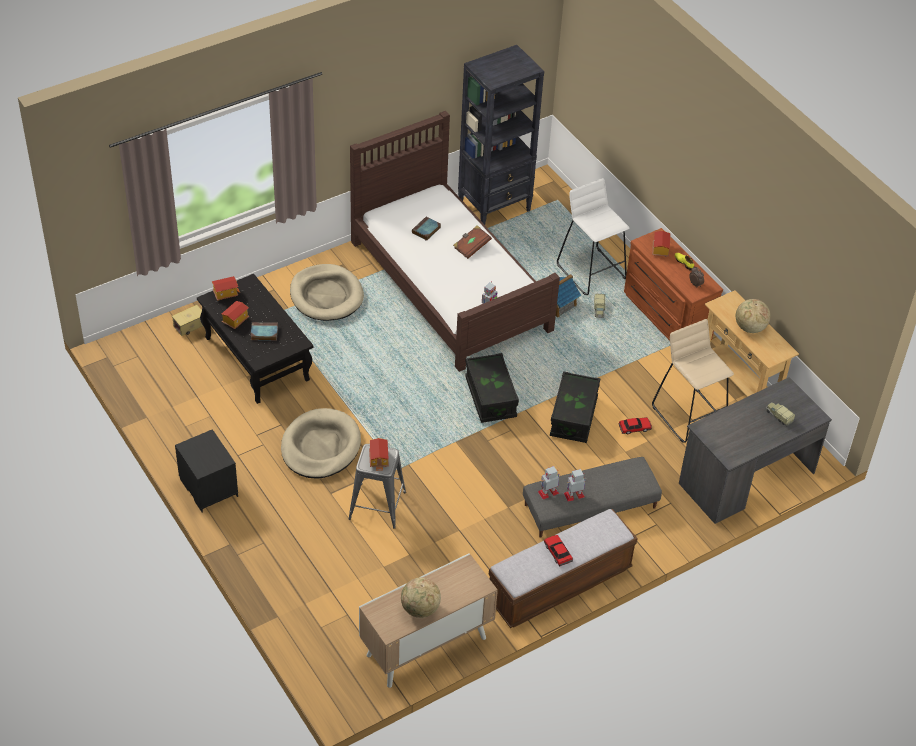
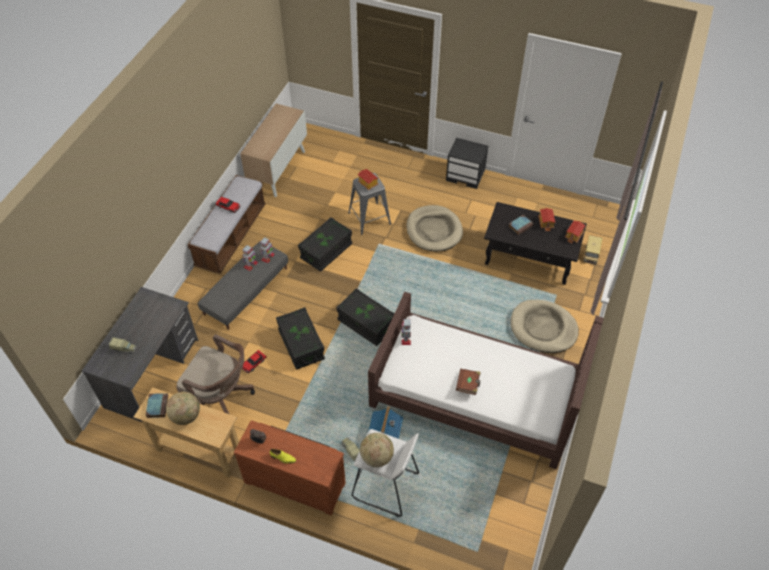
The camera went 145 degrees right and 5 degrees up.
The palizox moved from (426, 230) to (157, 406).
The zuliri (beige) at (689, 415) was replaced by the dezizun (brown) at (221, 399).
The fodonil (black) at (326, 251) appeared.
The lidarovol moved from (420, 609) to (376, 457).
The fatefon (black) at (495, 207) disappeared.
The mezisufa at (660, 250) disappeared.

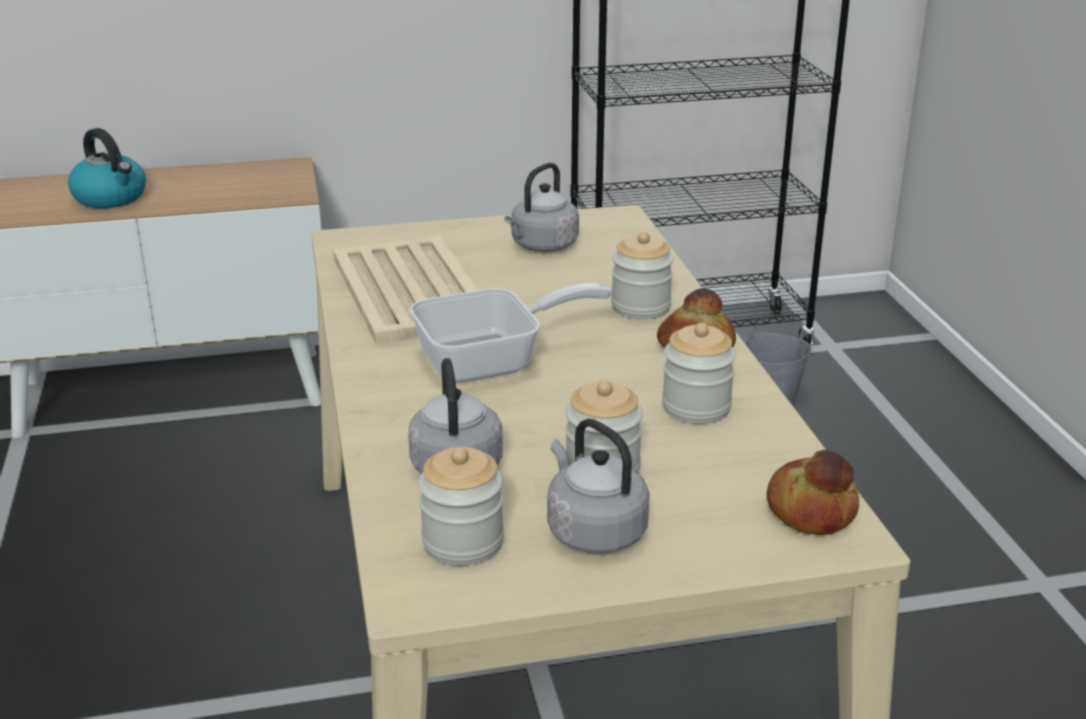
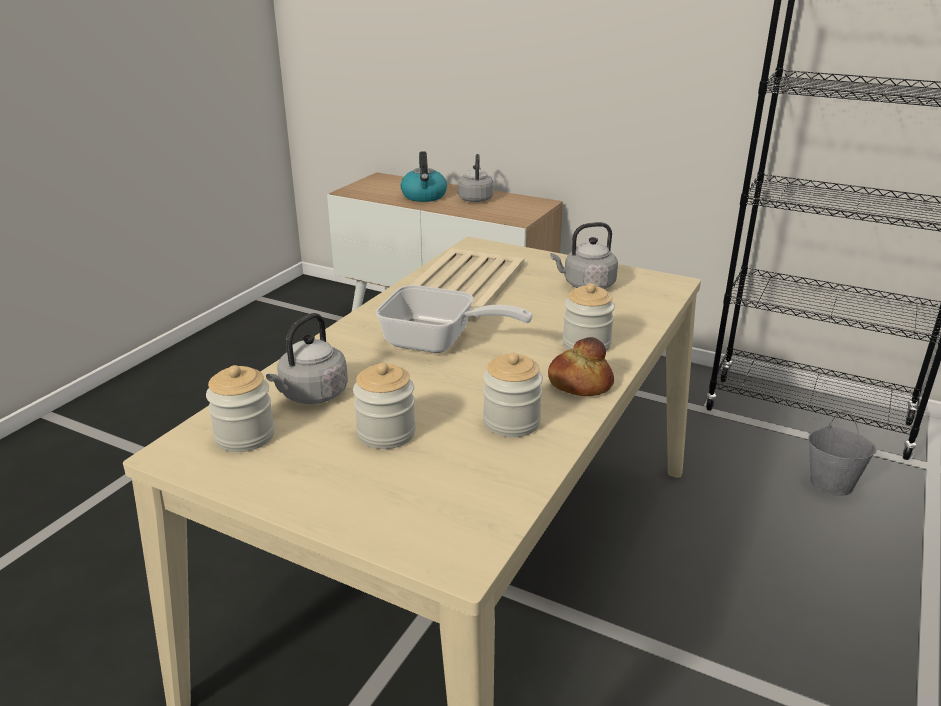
The camera went 40 degrees right and 0 degrees up.
The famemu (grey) moved from (593, 531) to (475, 199).
The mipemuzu at (812, 510) disappeared.

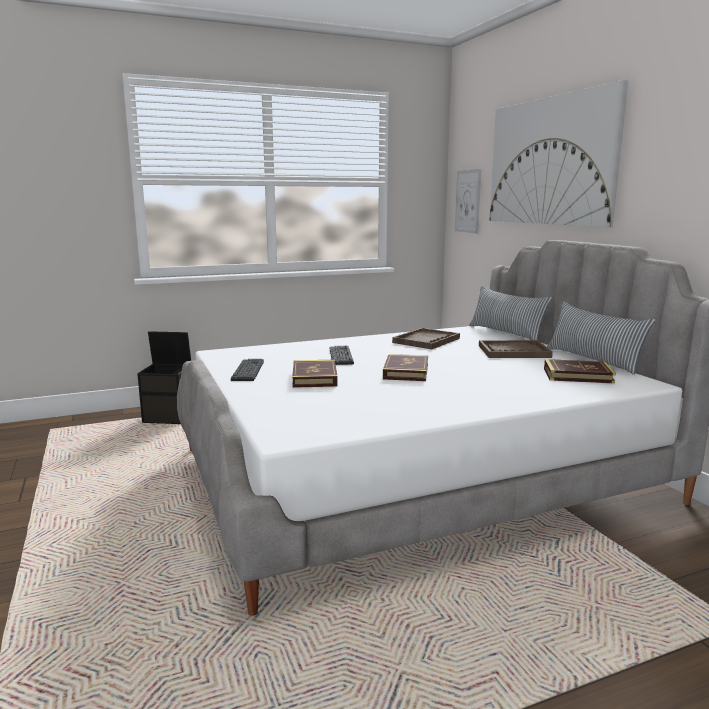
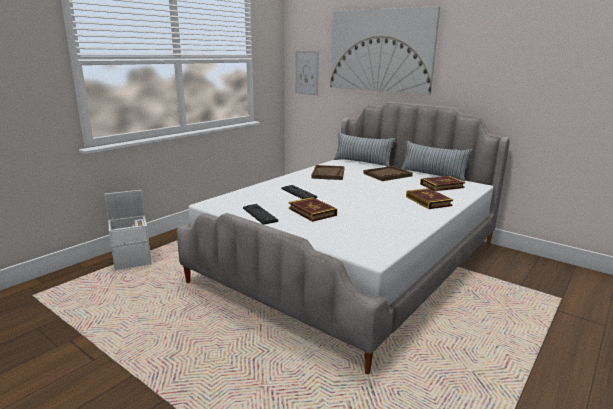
The camera went 30 degrees left and 5 degrees up.
The fodonil (black) at (170, 417) became the fodonil (white) at (133, 261).
The palizox moved from (406, 371) to (428, 201).

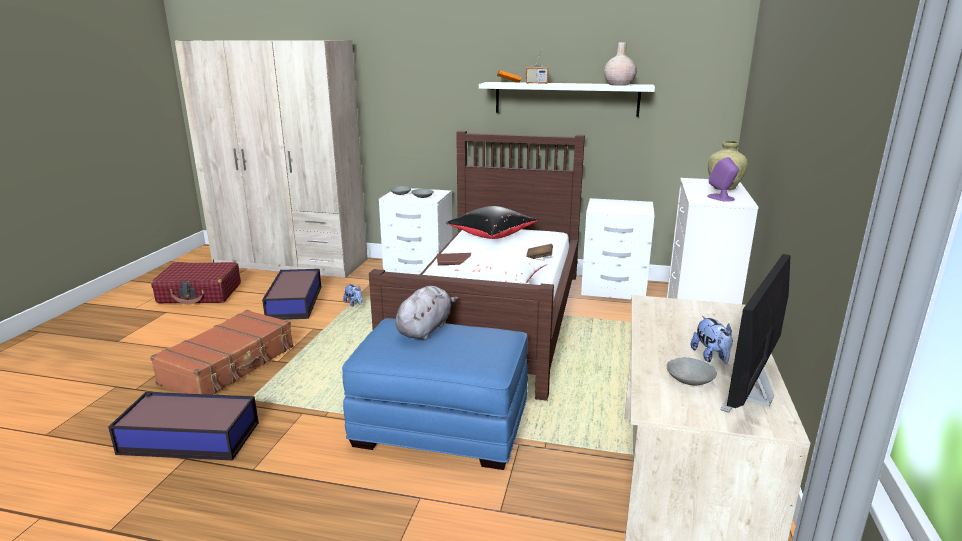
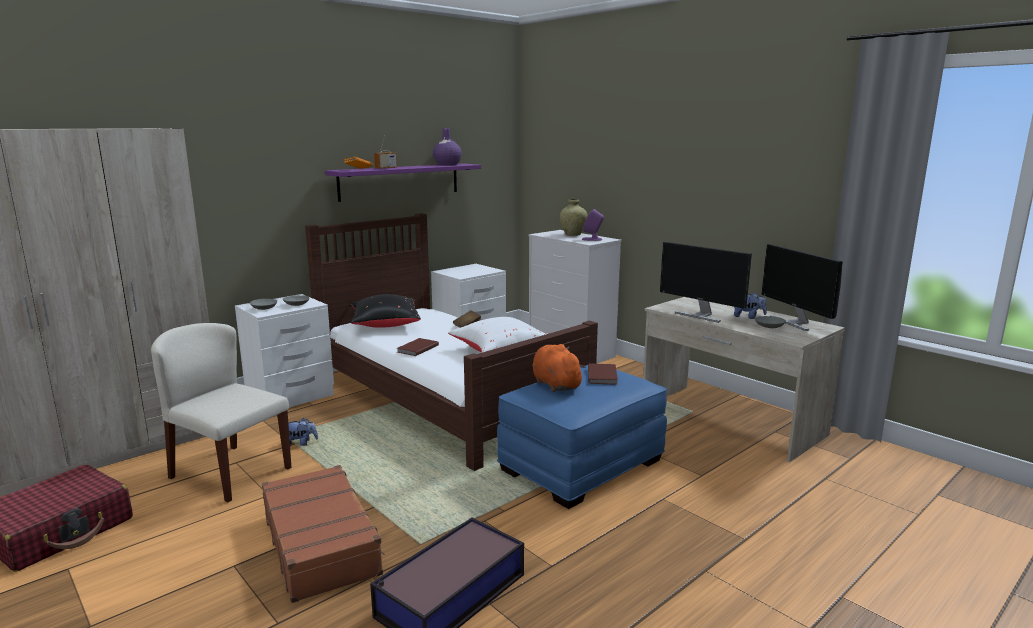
The camera went 55 degrees left and 5 degrees down.
The fodonil at (295, 302) was replaced by the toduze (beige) at (230, 472).
The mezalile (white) at (566, 99) became the mezalile (purple) at (400, 181).
The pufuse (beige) at (618, 84) became the pufuse (purple) at (447, 165).
The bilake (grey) at (425, 329) became the bilake (orange) at (555, 384).
The palizox (brown) at (603, 375) appeared.
The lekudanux at (700, 315) appeared.

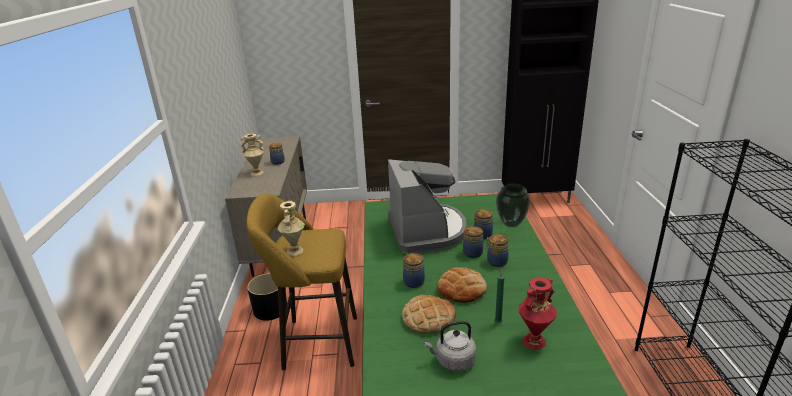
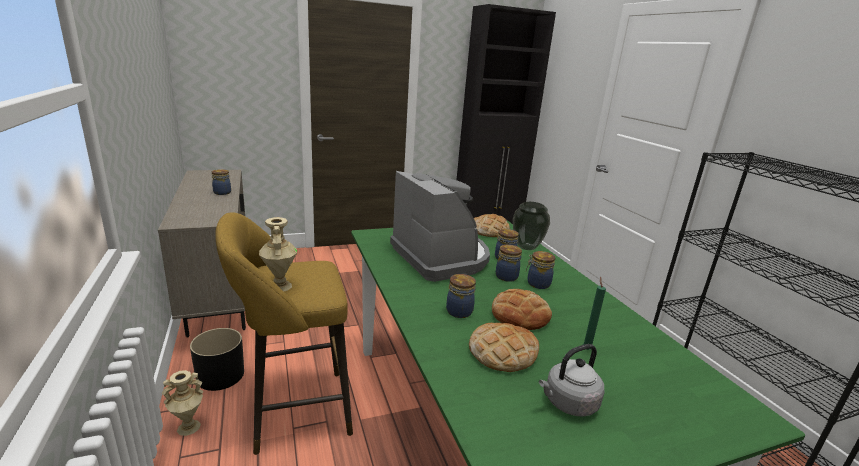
The camera went 20 degrees left and 5 degrees down.
The pufuse (beige) moved from (256, 173) to (188, 428).
The mipemuzu at (489, 230) appeared.
The pufuse (red) at (534, 341) disappeared.

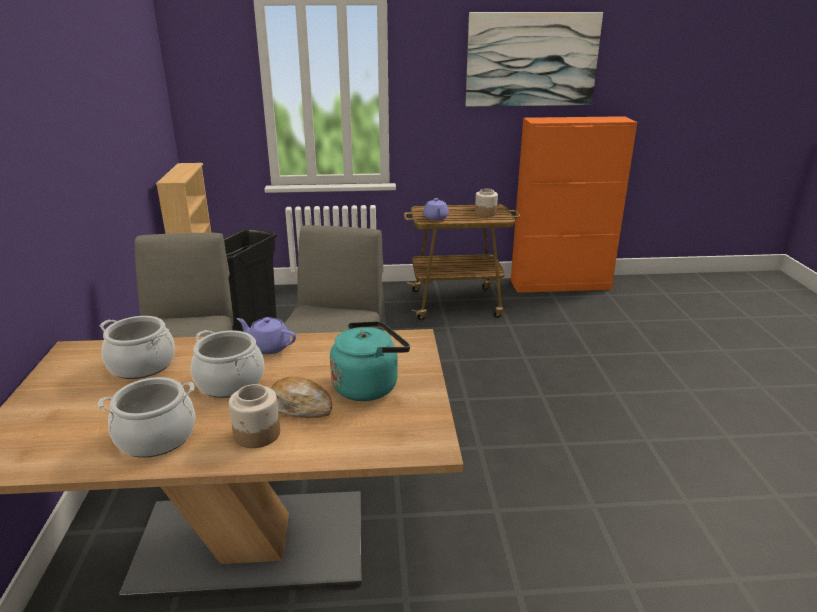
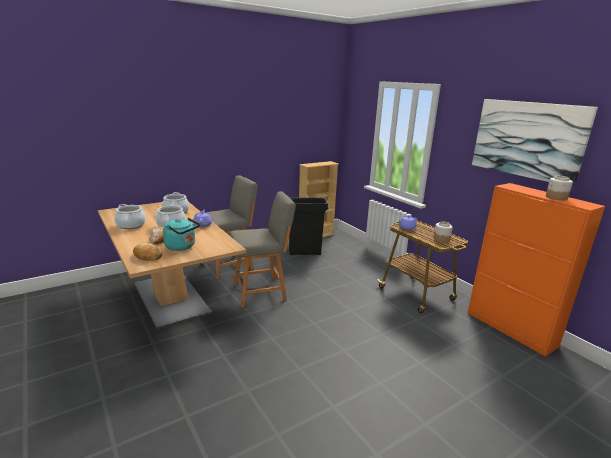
The camera went 60 degrees right and 5 degrees down.
The mipemuzu at (147, 256) appeared.
The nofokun moved from (257, 434) to (556, 197).

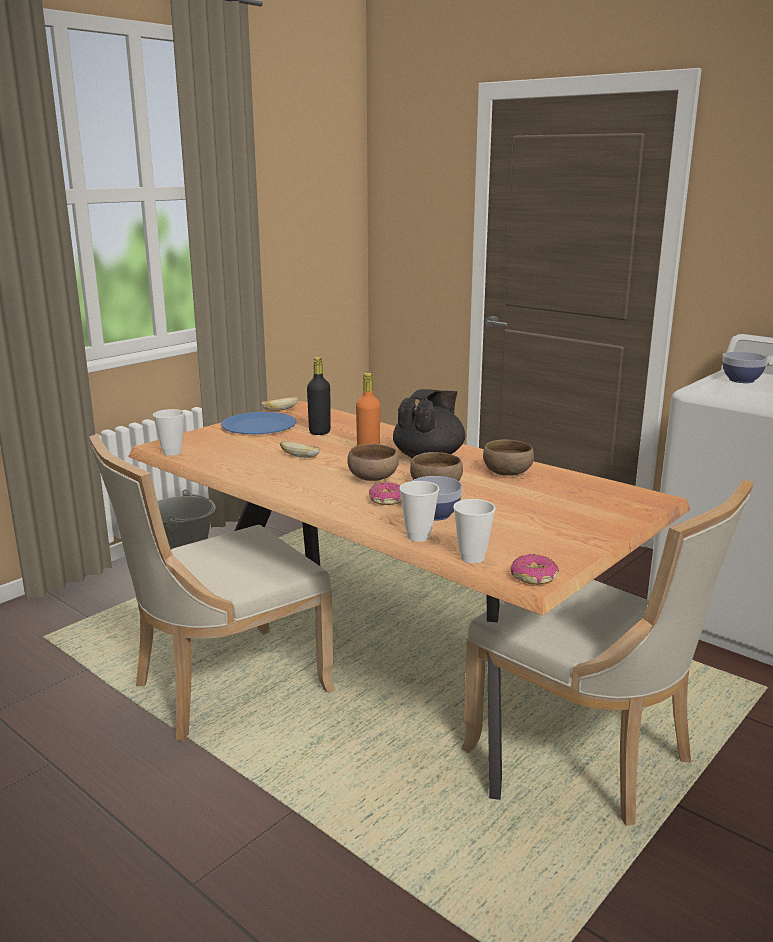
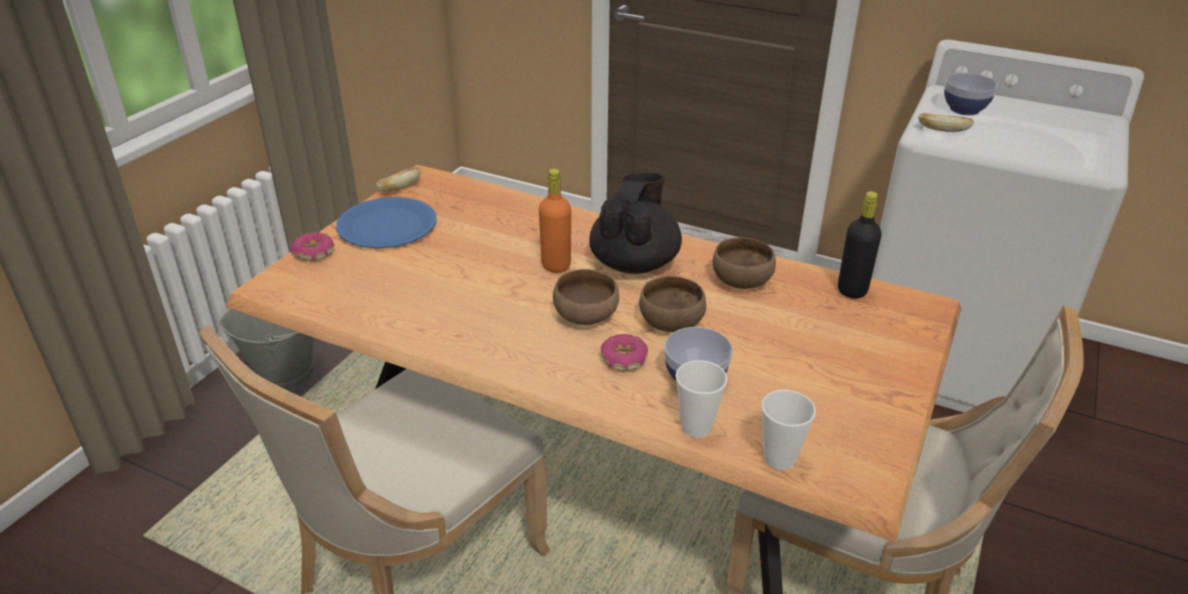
The camera went 15 degrees left and 15 degrees up.
The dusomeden moved from (534, 577) to (314, 253).
The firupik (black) moved from (319, 432) to (852, 290).
The mipemuzu moved from (300, 456) to (943, 130).
The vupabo at (172, 452) disappeared.

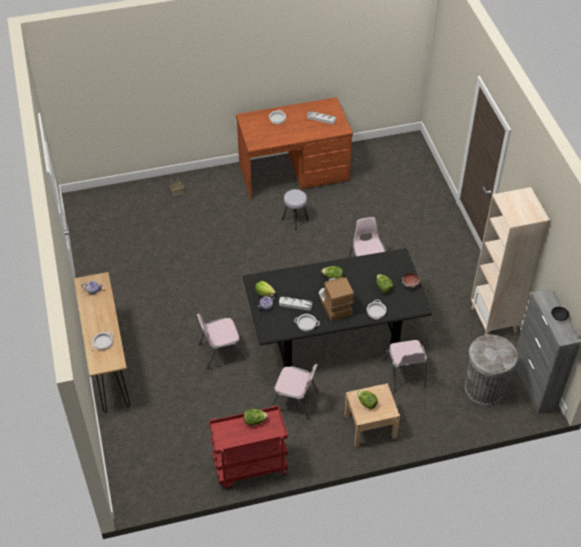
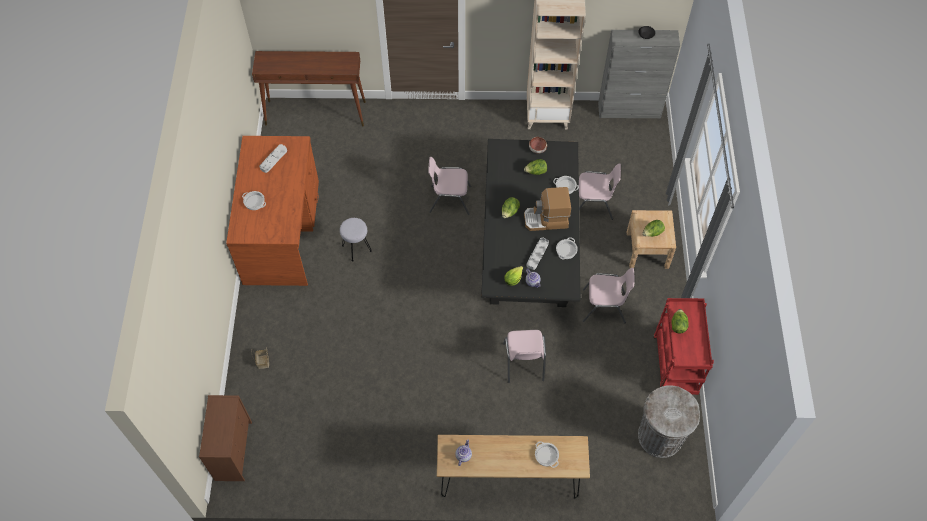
The camera went 75 degrees left and 10 degrees up.
The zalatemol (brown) at (233, 450) appeared.
The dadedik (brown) at (316, 113) appeared.
The toduze (pink) at (295, 401) turned 60 degrees clockwise.
The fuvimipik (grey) moved from (484, 389) to (660, 436).

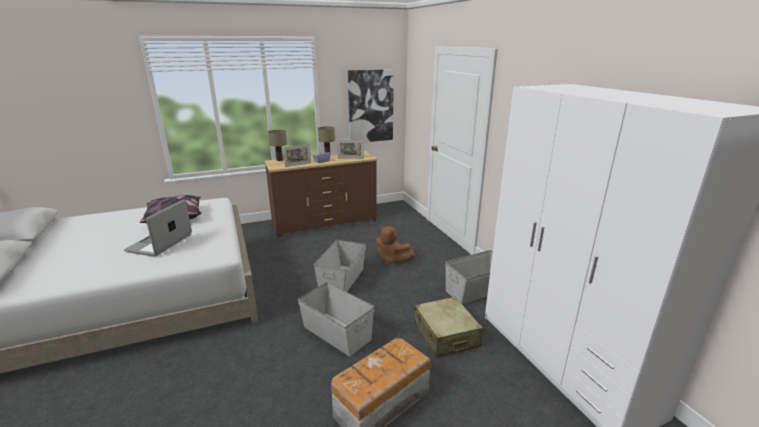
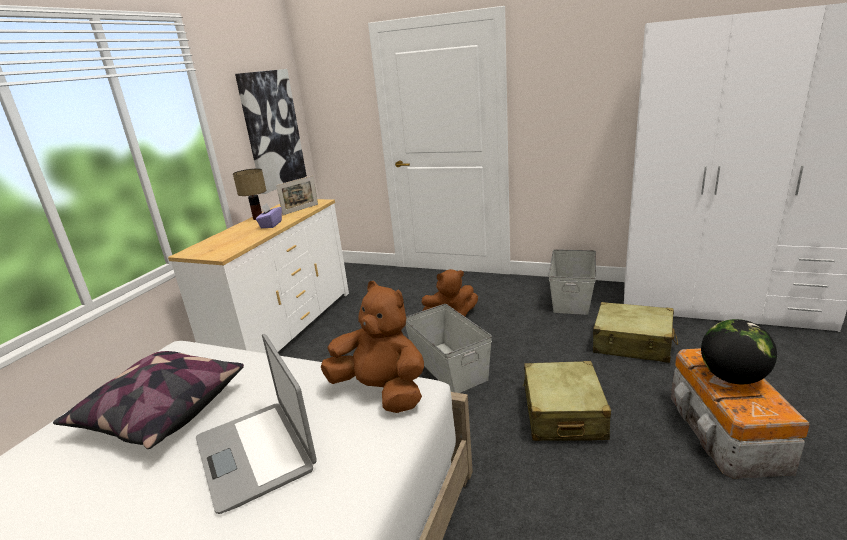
The camera went 45 degrees left and 0 degrees up.
The zalatemol (brown) at (324, 222) became the zalatemol (white) at (285, 328).
The bilake (brown) at (381, 391) appeared.
The fodonil (grey) at (336, 333) was replaced by the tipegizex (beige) at (563, 414).
The lidarovol at (732, 378) appeared.
The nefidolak at (279, 160) disappeared.
The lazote at (298, 165) disappeared.

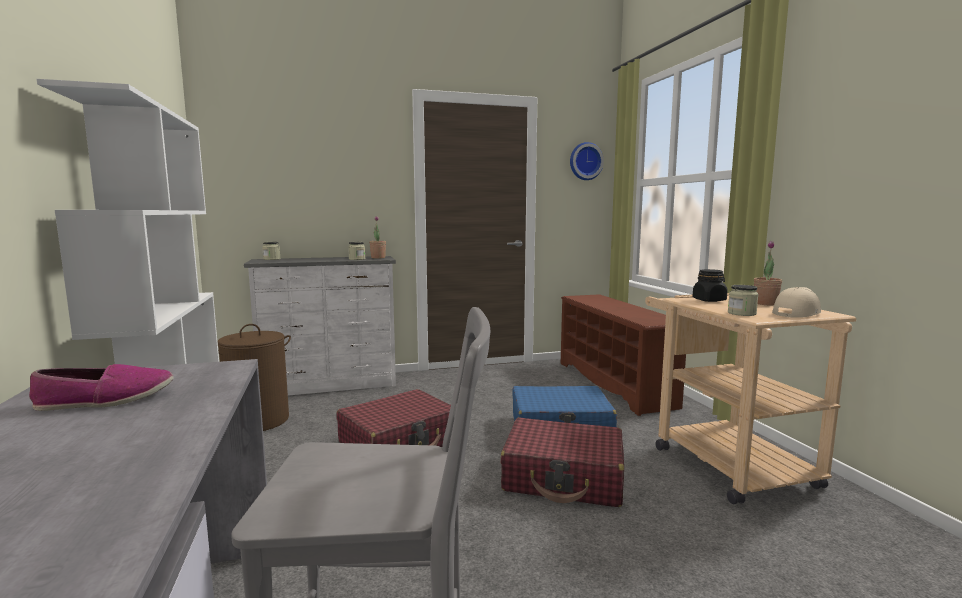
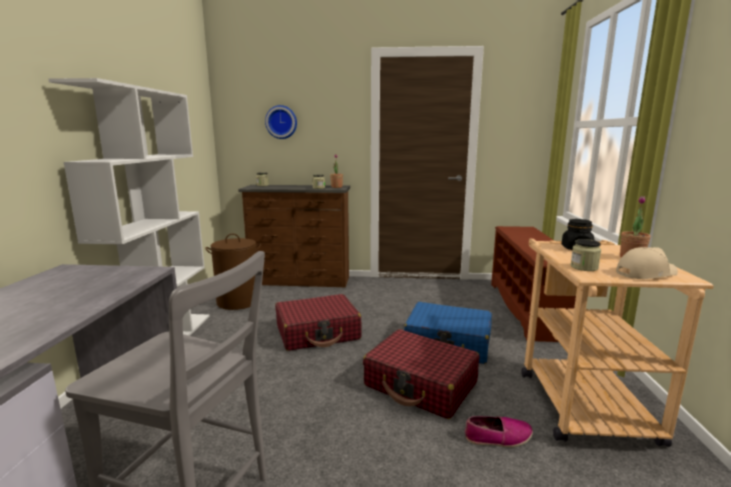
The camera went 20 degrees right and 5 degrees up.
The zalatemol (white) at (330, 385) became the zalatemol (brown) at (300, 281).
The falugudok moved from (585, 161) to (281, 122).
The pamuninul moved from (106, 400) to (498, 437).

